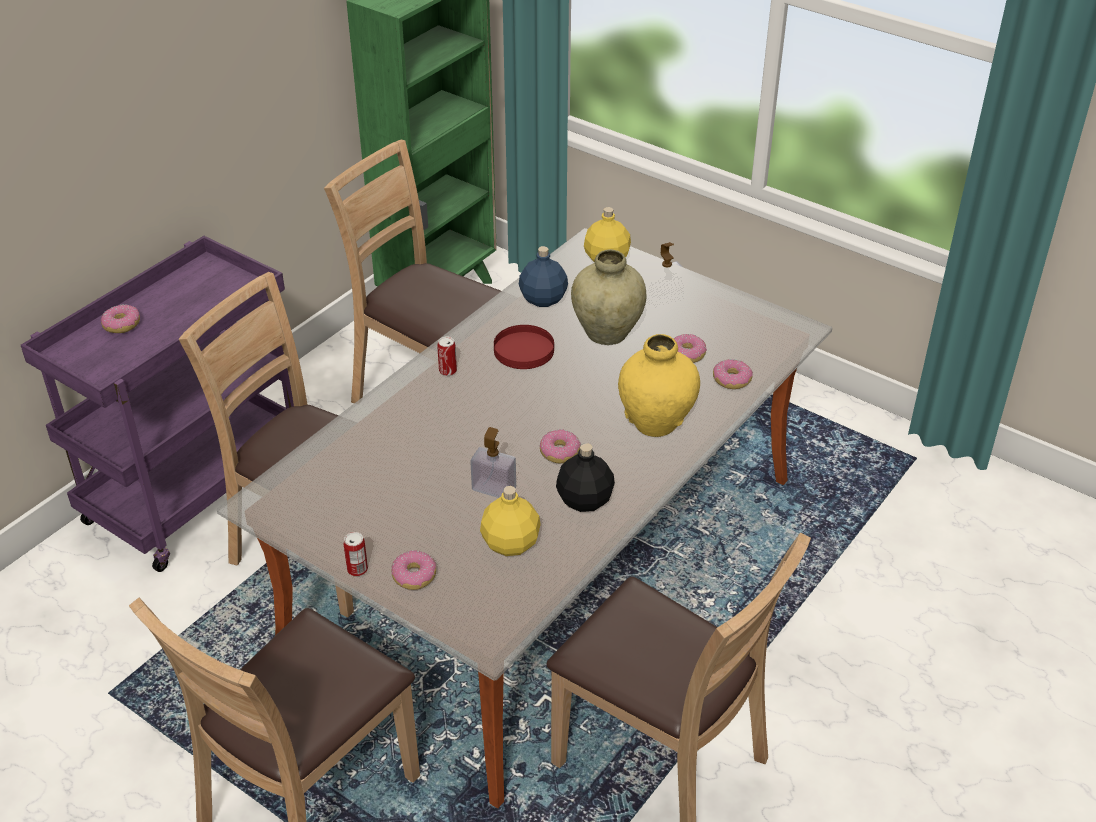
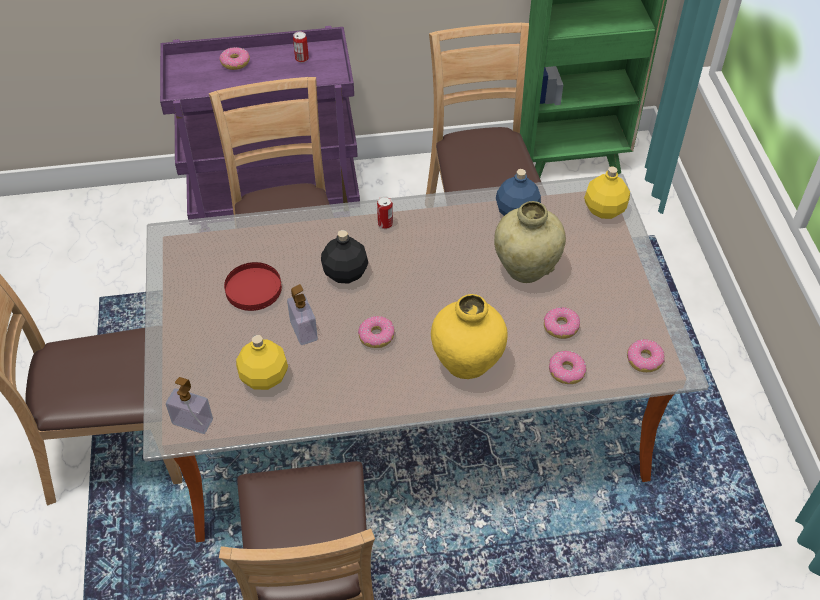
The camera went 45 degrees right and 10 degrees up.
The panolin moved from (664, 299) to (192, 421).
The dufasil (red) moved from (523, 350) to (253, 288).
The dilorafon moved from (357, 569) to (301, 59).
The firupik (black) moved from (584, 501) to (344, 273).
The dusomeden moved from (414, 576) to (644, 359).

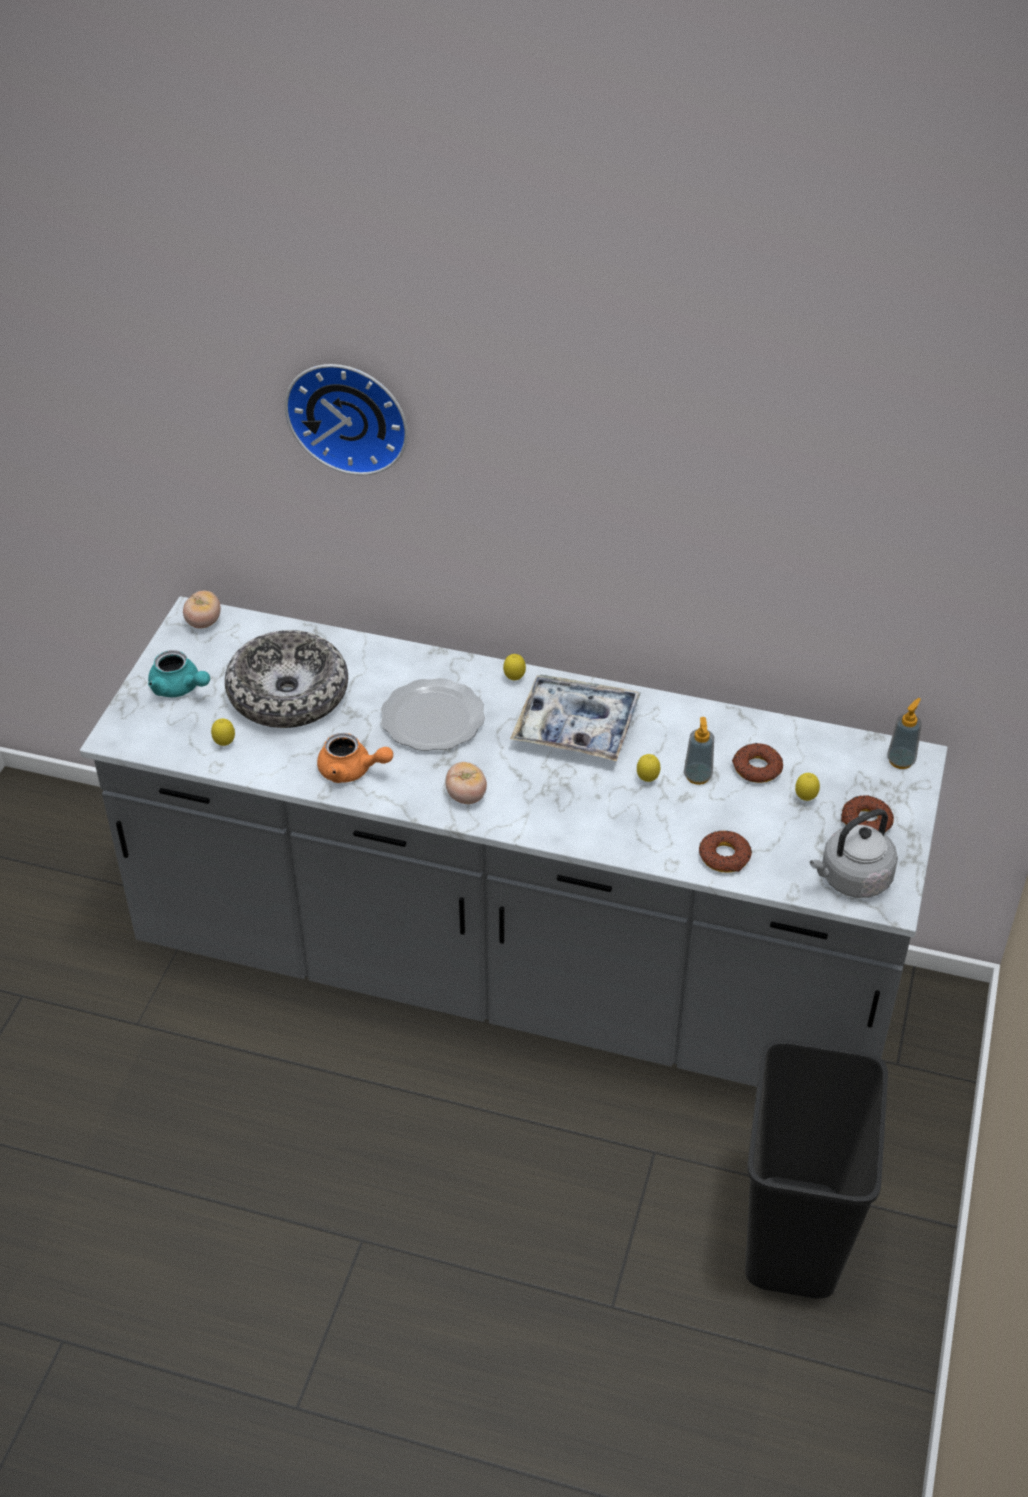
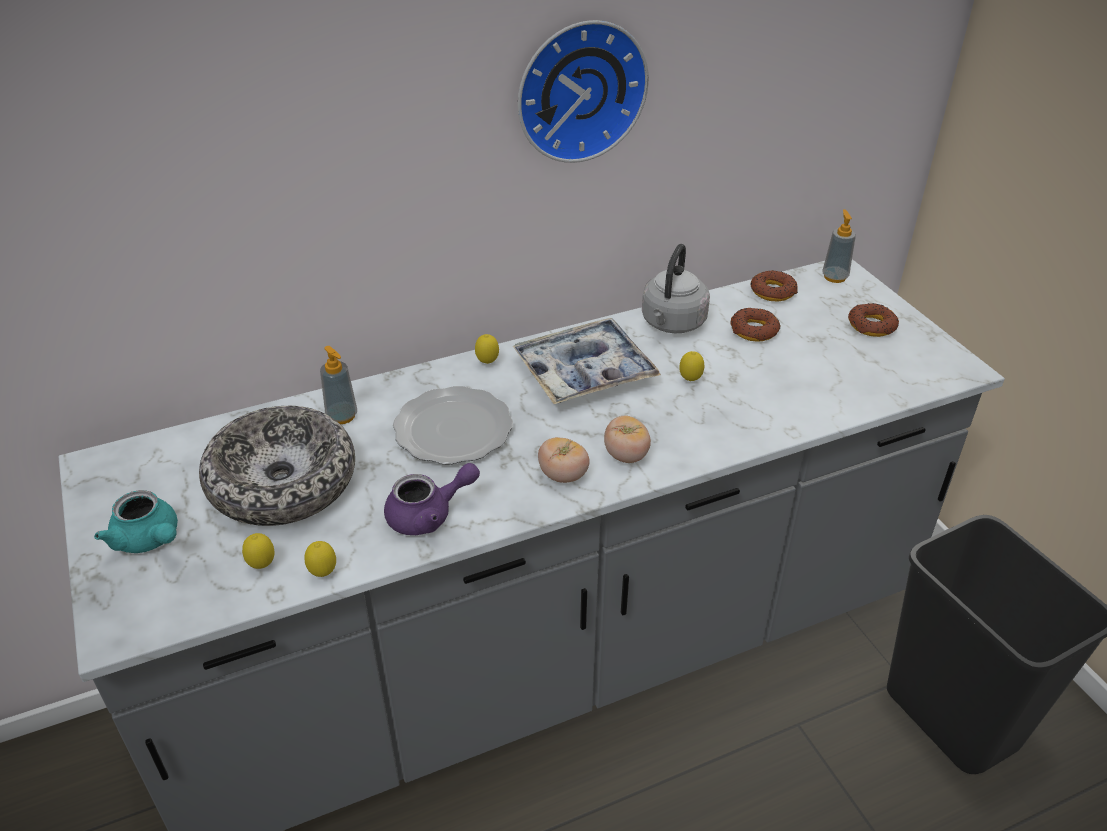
The camera went 40 degrees left and 5 degrees down.
The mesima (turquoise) at (179, 688) turned 45 degrees clockwise.
The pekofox moved from (805, 798) to (323, 574).
The panolin moved from (697, 776) to (342, 416).
The mesima (orange) at (351, 771) became the mesima (purple) at (429, 515).
The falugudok moved from (349, 414) to (579, 89).
The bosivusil moved from (203, 622) to (626, 455).
The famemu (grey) moved from (852, 879) to (672, 324).
The dusomeden moved from (724, 856) to (773, 291).

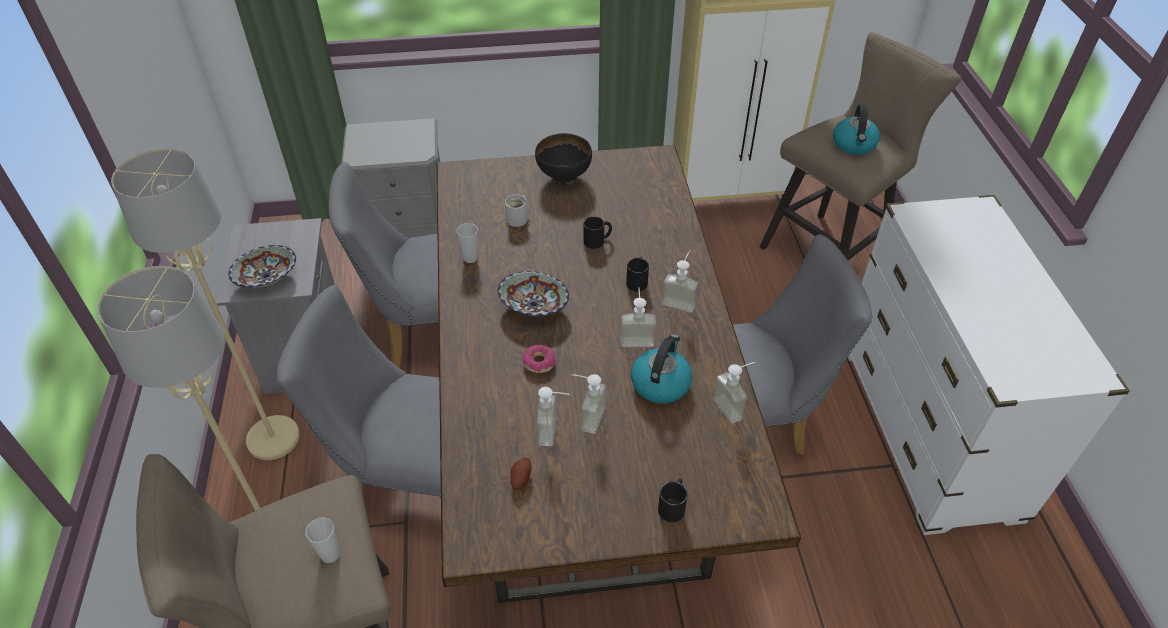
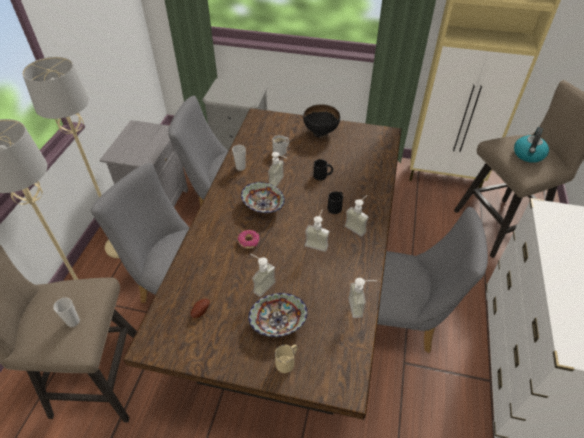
The camera went 20 degrees right and 0 degrees up.
The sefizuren moved from (267, 278) to (278, 322).
The panolin moved from (555, 431) to (280, 182).
The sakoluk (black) at (673, 505) became the sakoluk (beige) at (287, 361).
The famemu at (660, 383) disappeared.

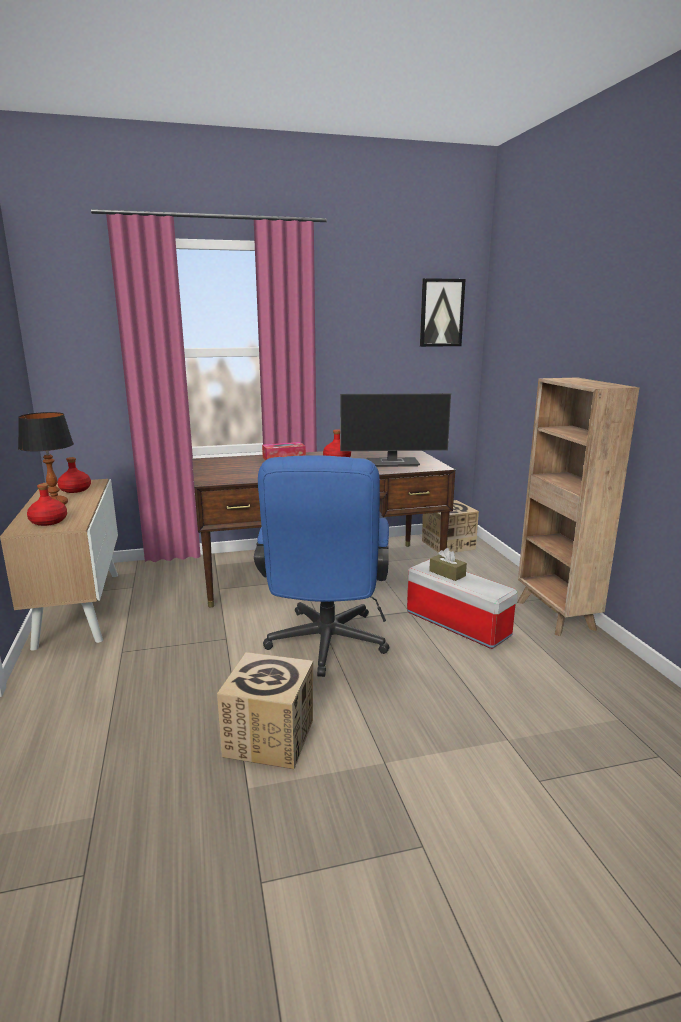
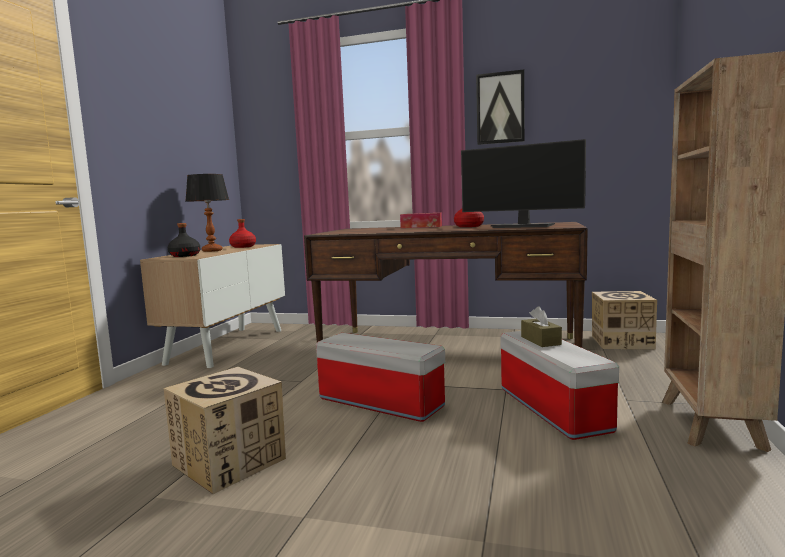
The camera went 30 degrees right and 10 degrees down.
The firupik (red) at (49, 521) became the firupik (black) at (185, 255).
The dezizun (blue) at (325, 647) was replaced by the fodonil at (378, 403).
The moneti moved from (441, 313) to (500, 108).

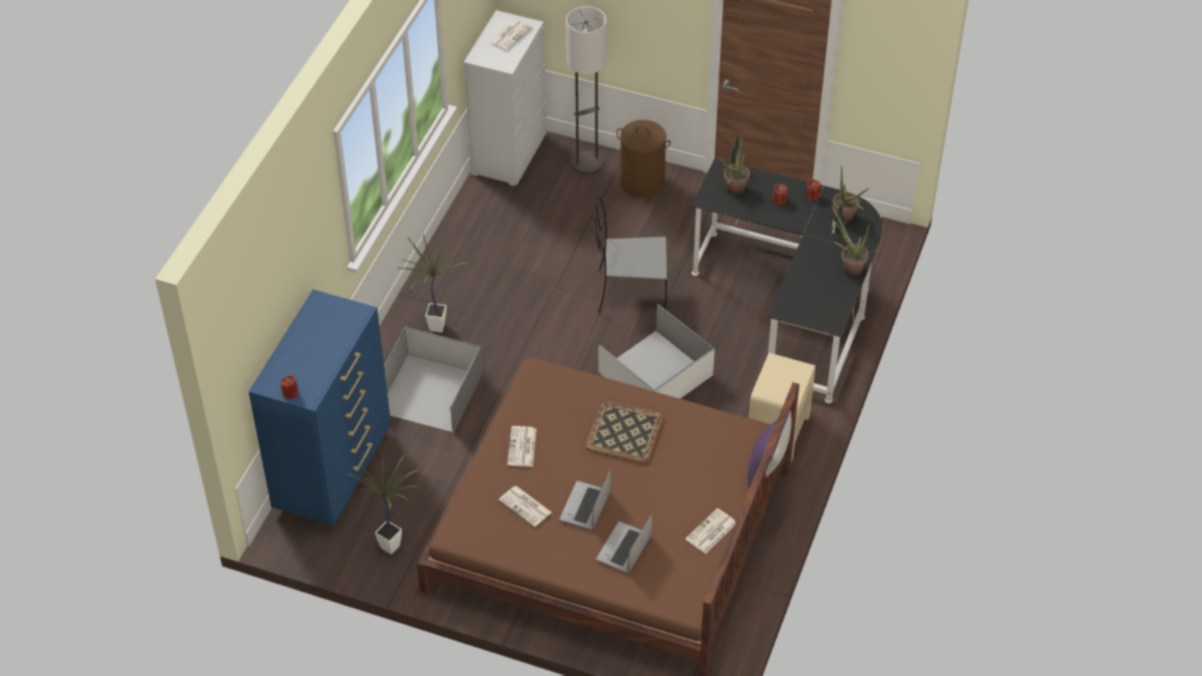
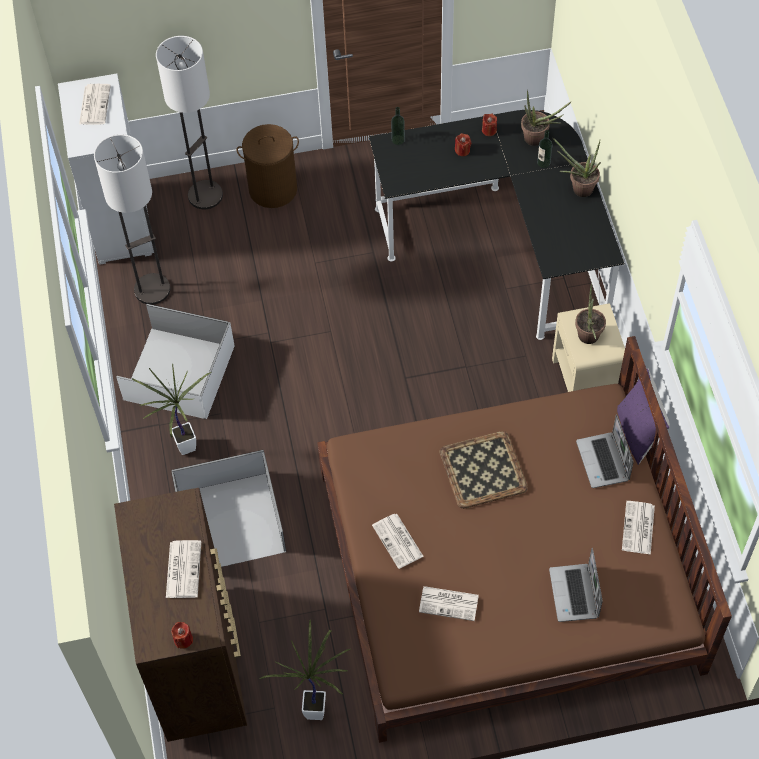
The camera went 30 degrees left and 10 degrees up.
The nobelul at (152, 289) appeared.
The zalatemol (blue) at (334, 470) became the zalatemol (brown) at (198, 661).
The fodonil (white) moved from (656, 372) to (179, 371).
The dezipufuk at (183, 568) appeared.
The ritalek moved from (733, 191) to (588, 339).
The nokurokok moved from (585, 507) to (603, 461).
The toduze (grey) at (629, 292) disappeared.

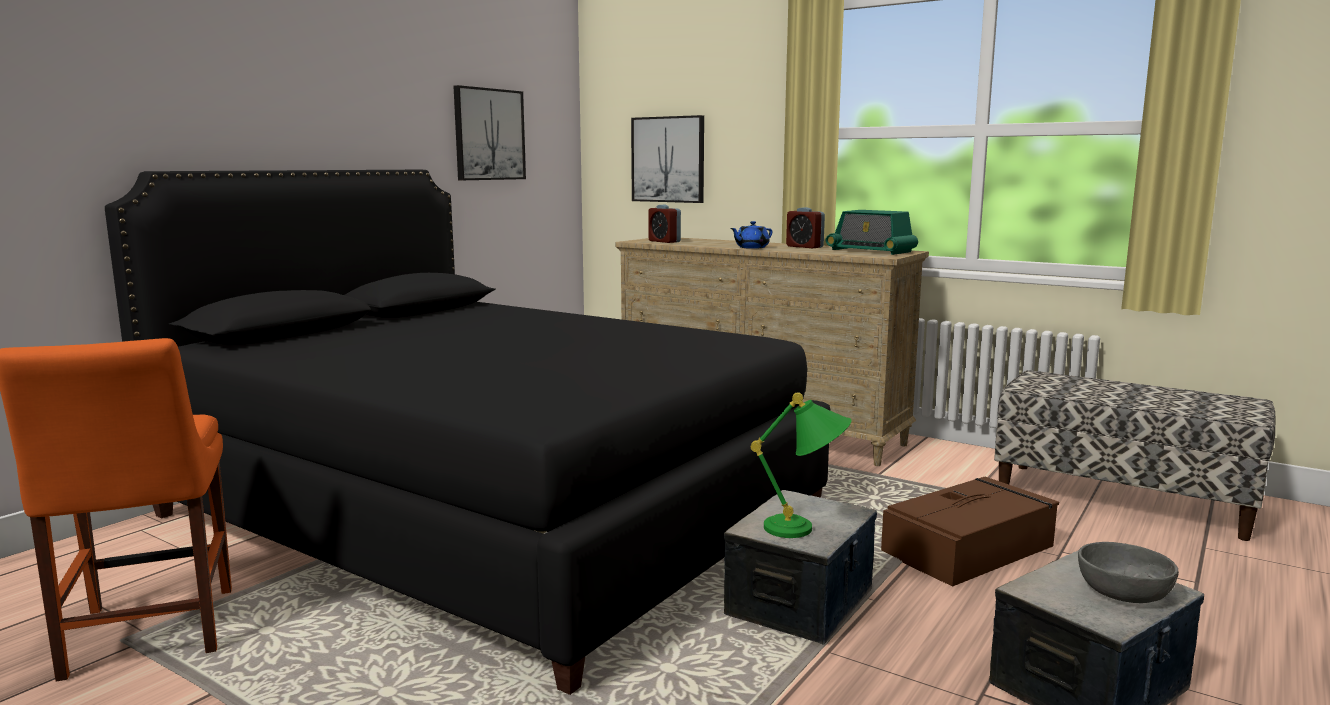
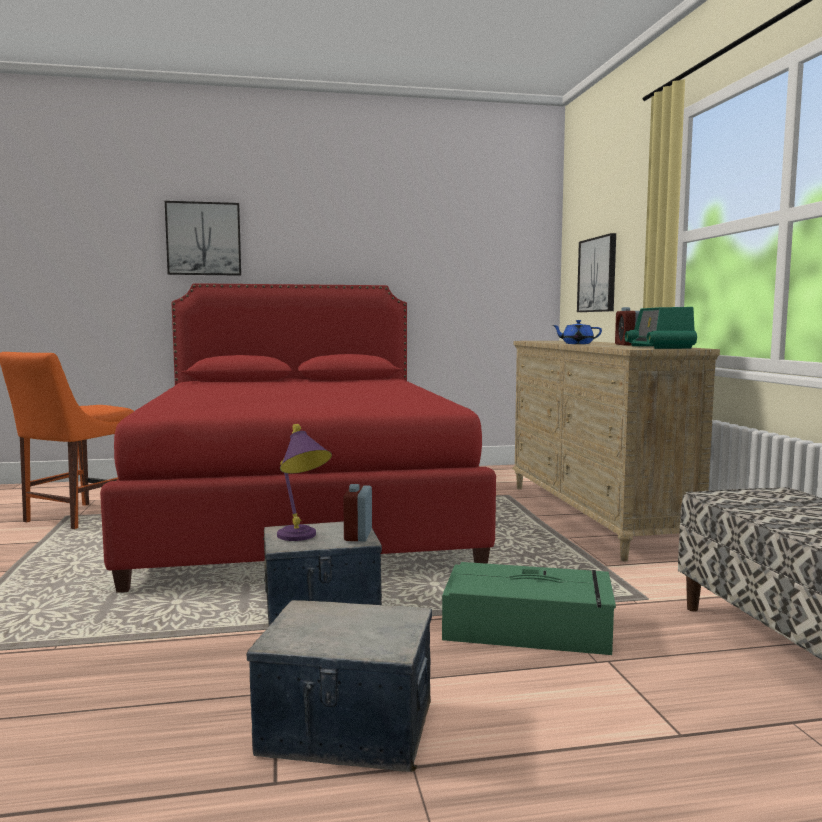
The camera went 45 degrees right and 5 degrees down.
The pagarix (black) at (488, 513) became the pagarix (red) at (300, 514).
The moneti moved from (489, 134) to (203, 239).
The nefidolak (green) at (806, 530) became the nefidolak (purple) at (302, 539).
The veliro moved from (664, 241) to (358, 535).
The fodonil (brown) at (969, 548) became the fodonil (green) at (530, 628).
The sefizuren (grey) at (1123, 592) disappeared.

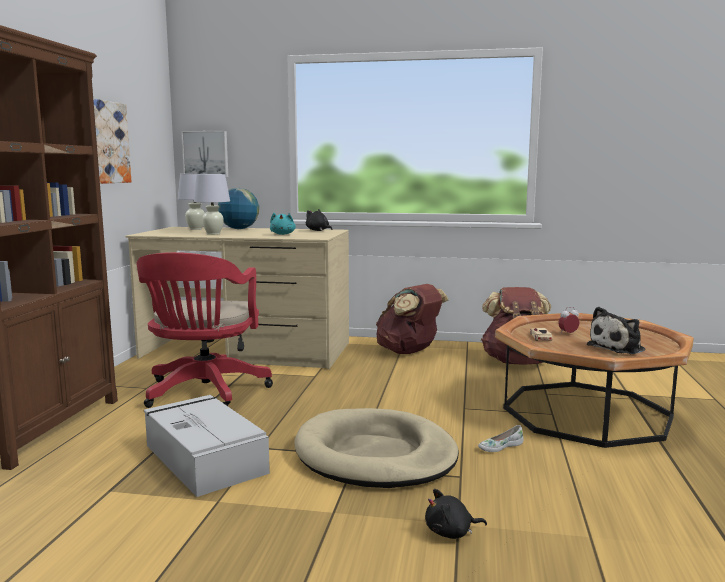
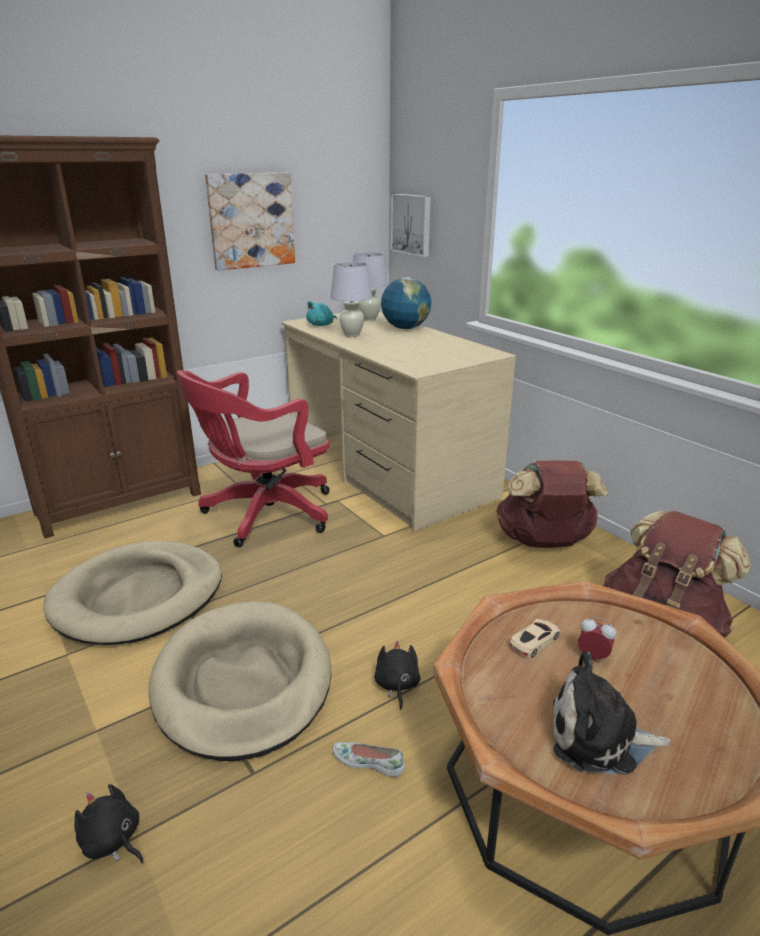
The camera went 45 degrees right and 15 degrees up.
The fodonil (grey) at (204, 458) was replaced by the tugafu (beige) at (139, 597).
The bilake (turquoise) moved from (283, 234) to (321, 325).
The bilake (black) moved from (318, 230) to (396, 685).

